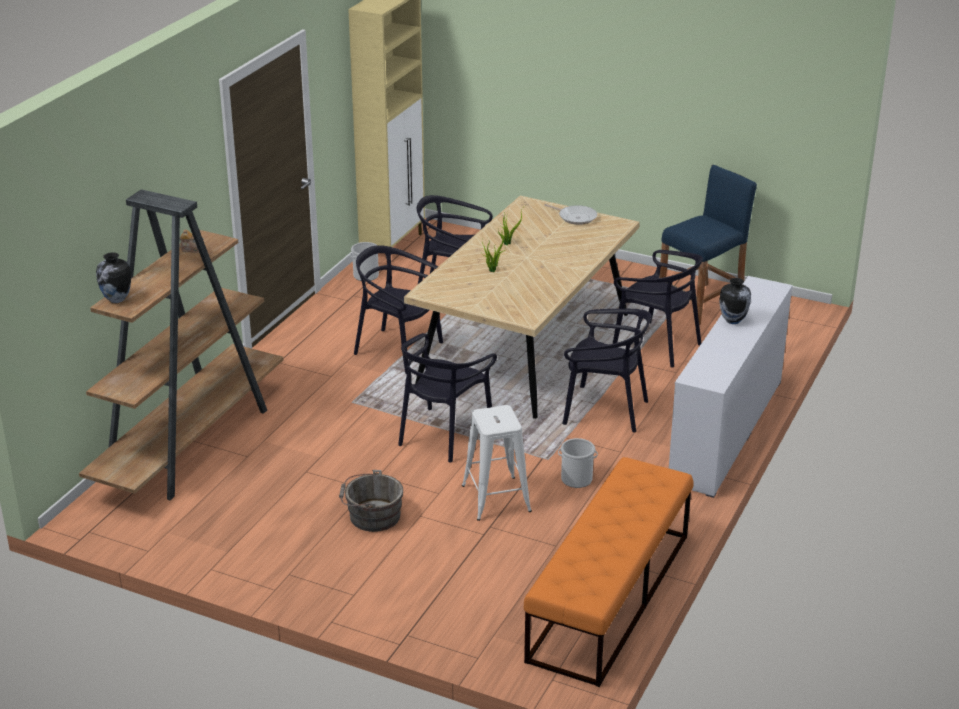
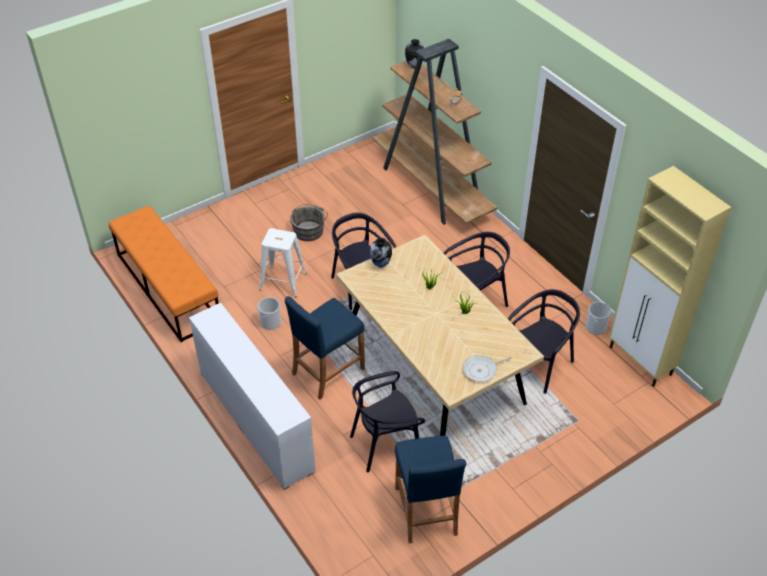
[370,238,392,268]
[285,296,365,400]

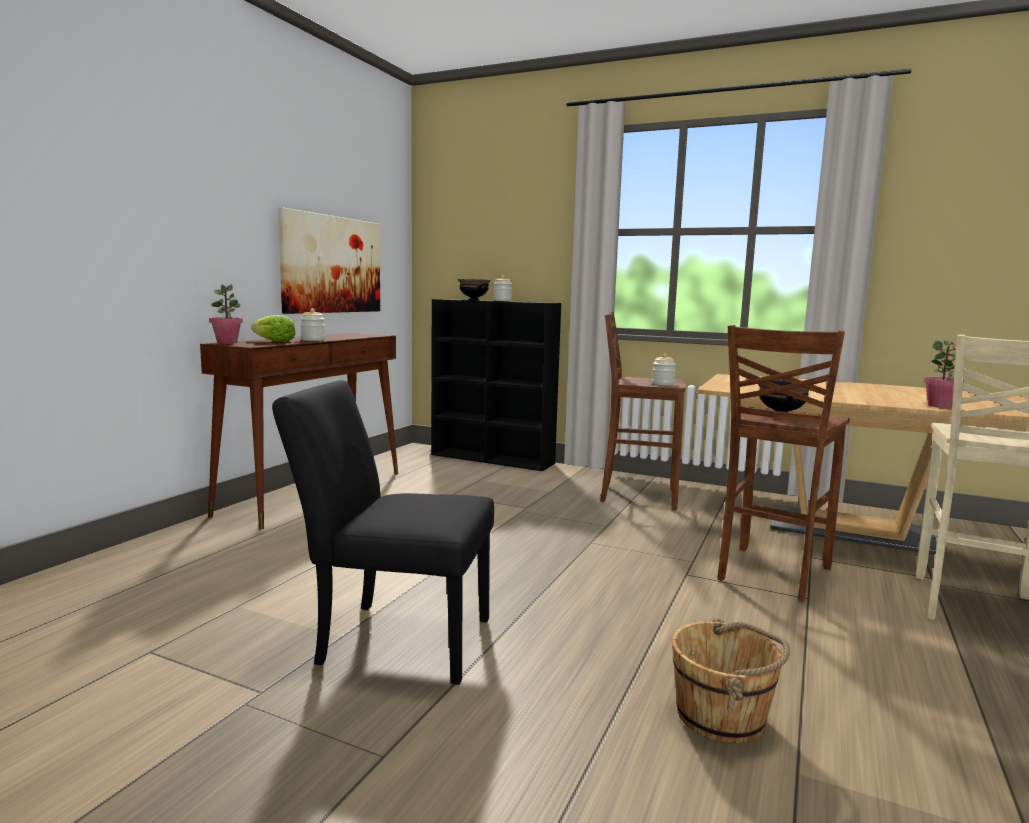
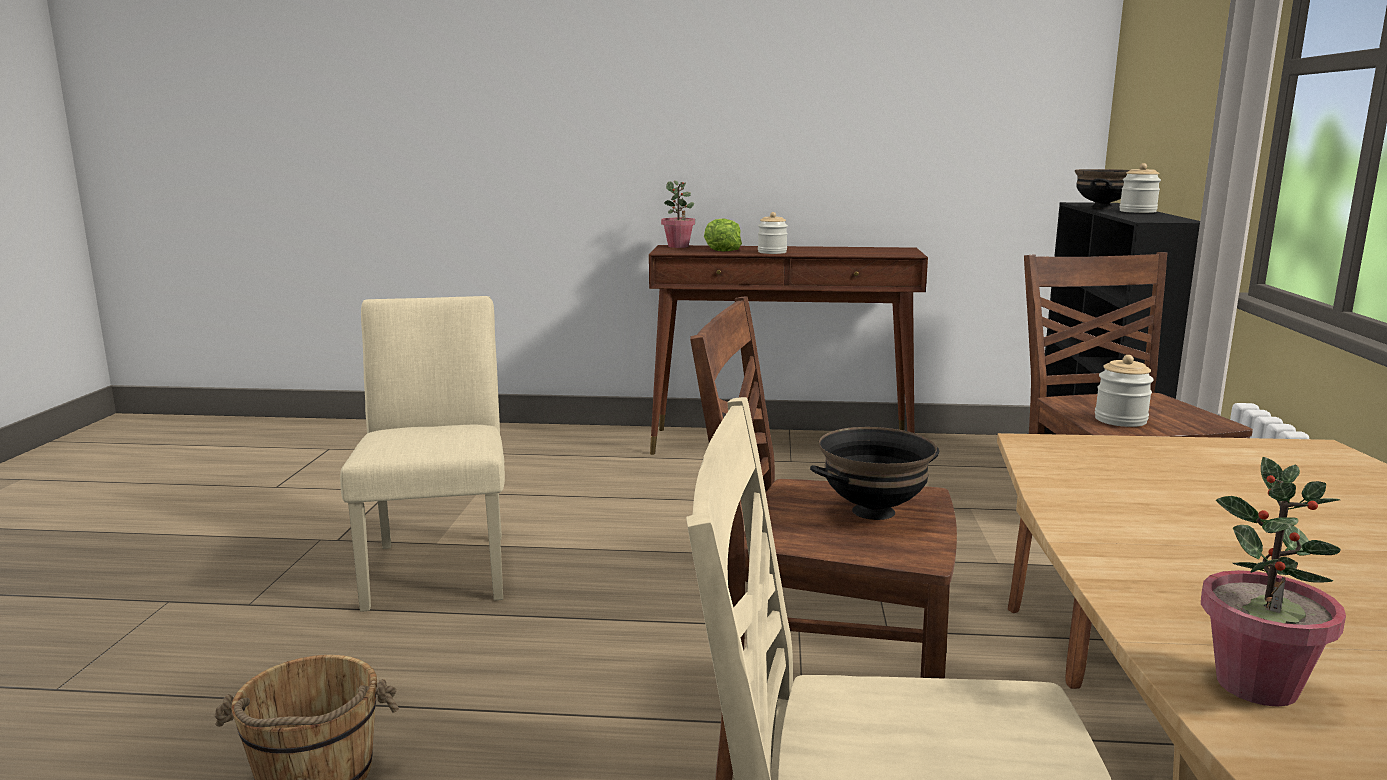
[278,207,380,314] (first image)
[340,296,505,612]

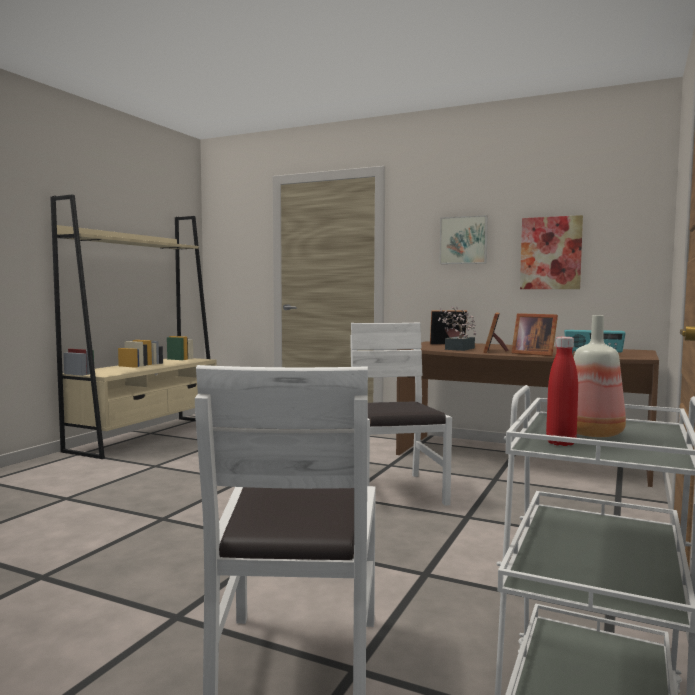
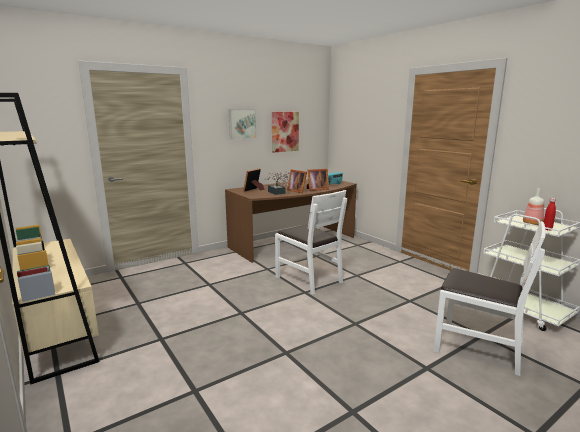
[275,190,347,295]

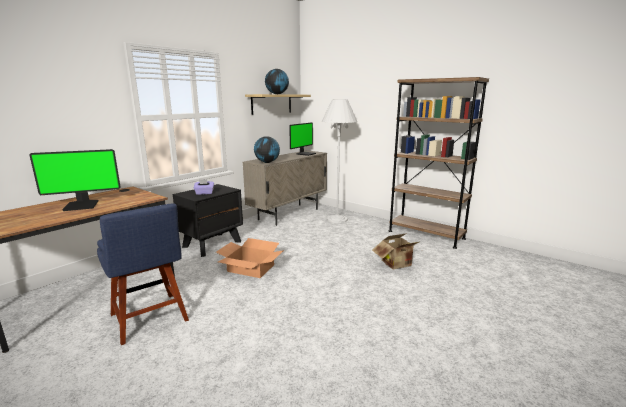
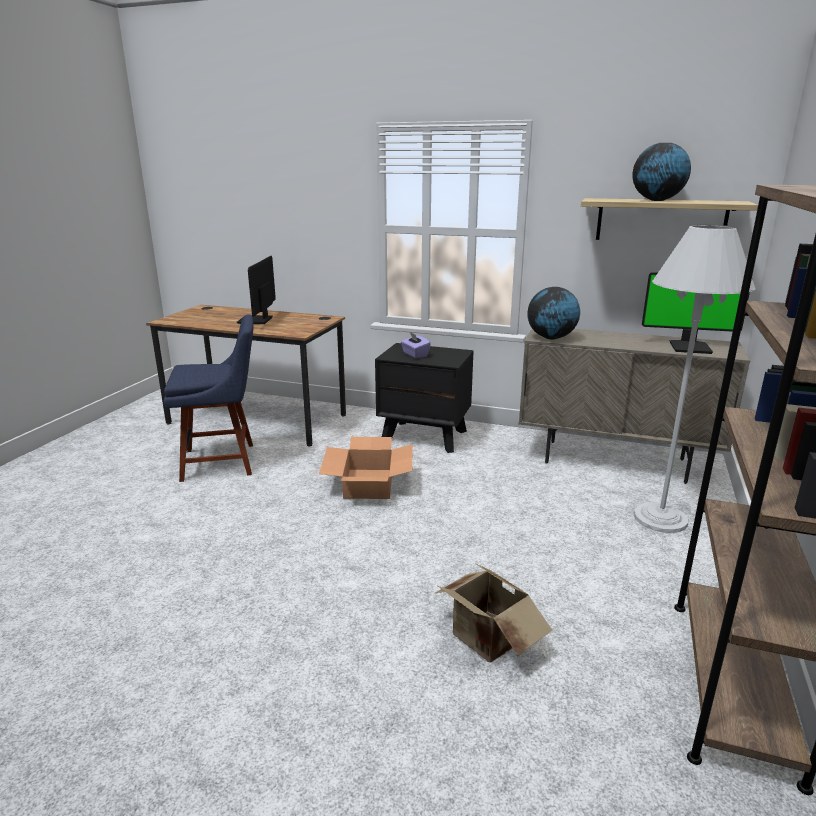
[237,256,276,324]
[164,314,253,482]

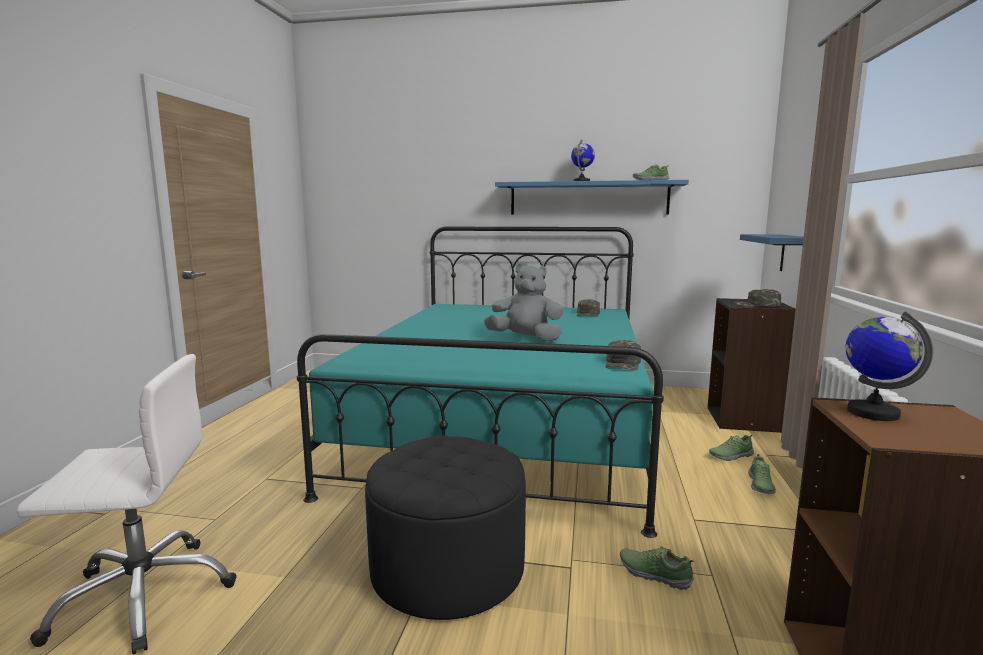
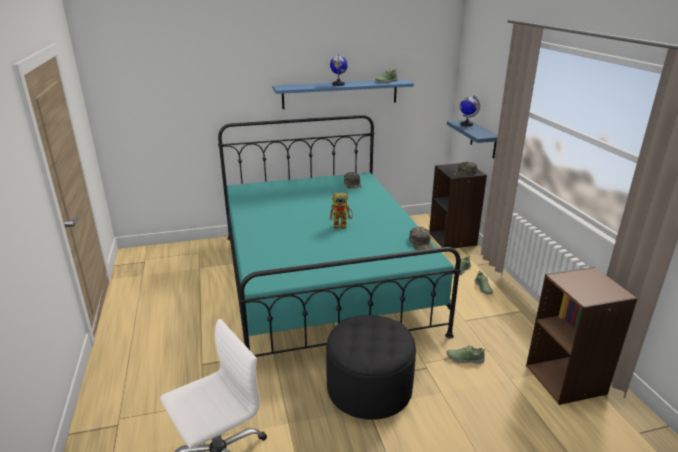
[329,192,353,229]
[460,96,480,127]

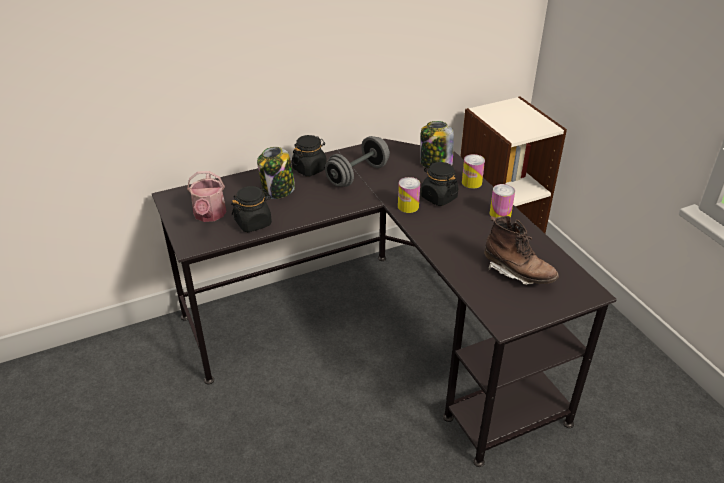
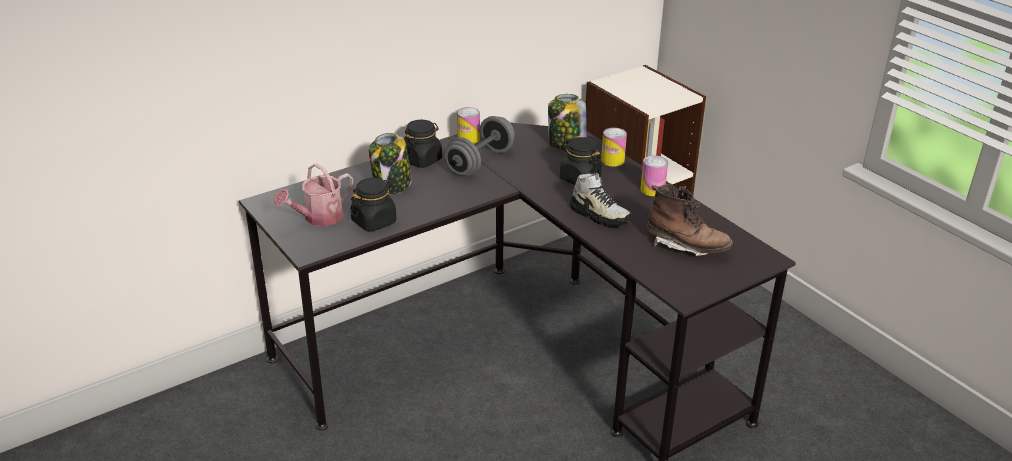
[274,163,354,226]
[457,107,480,144]
[570,172,632,227]

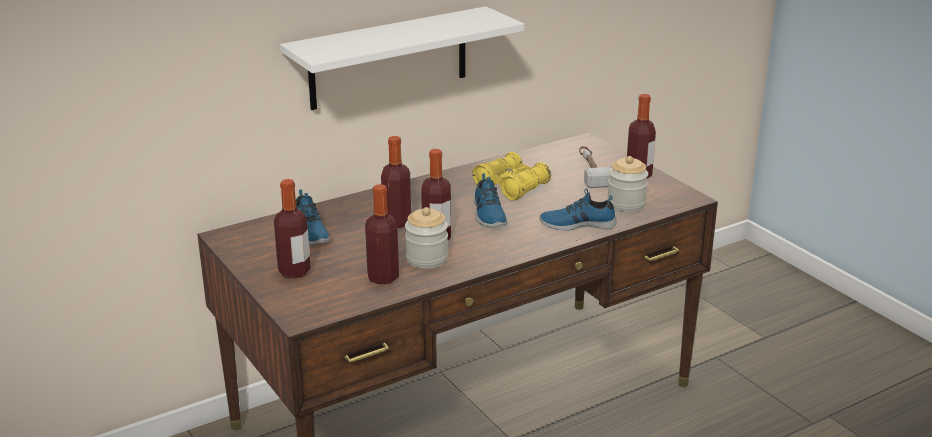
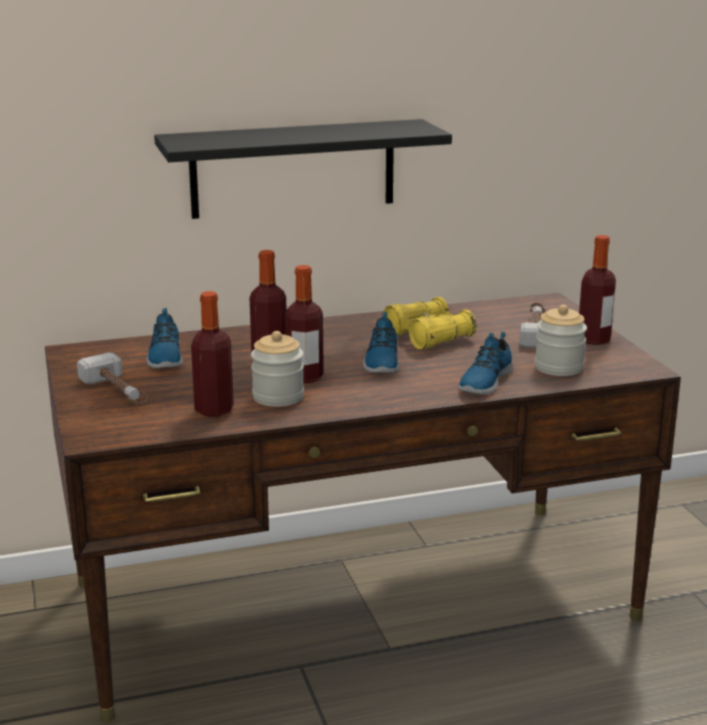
[154,119,452,219]
[77,352,148,406]
[458,332,513,394]

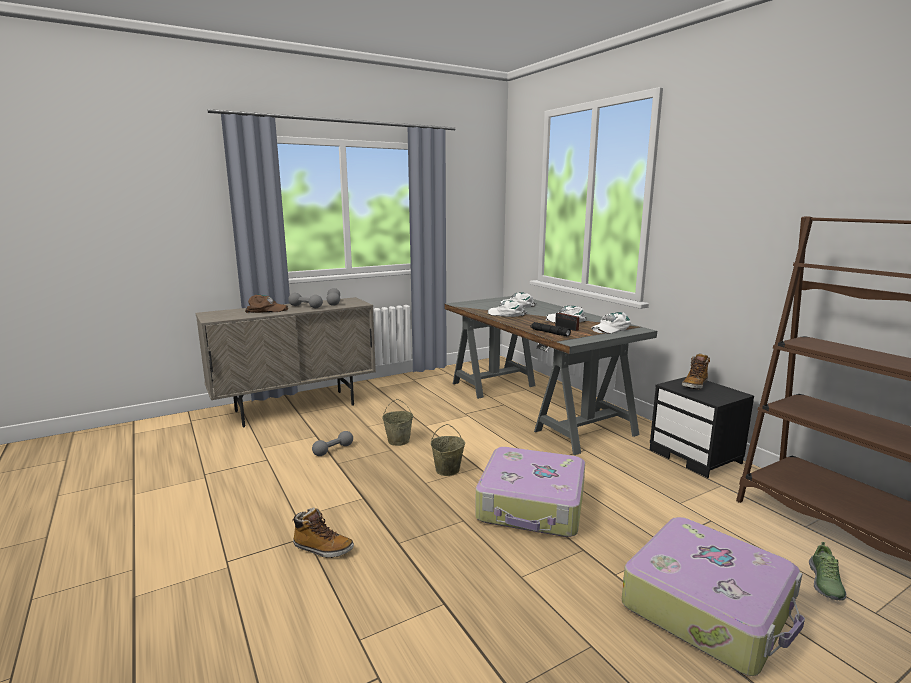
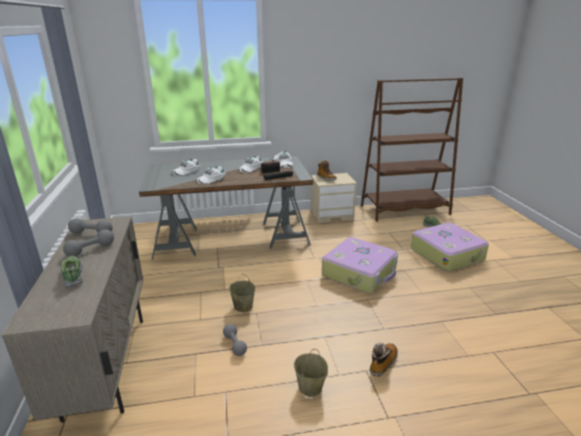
[60,256,83,287]
[311,173,357,223]
[294,349,328,397]

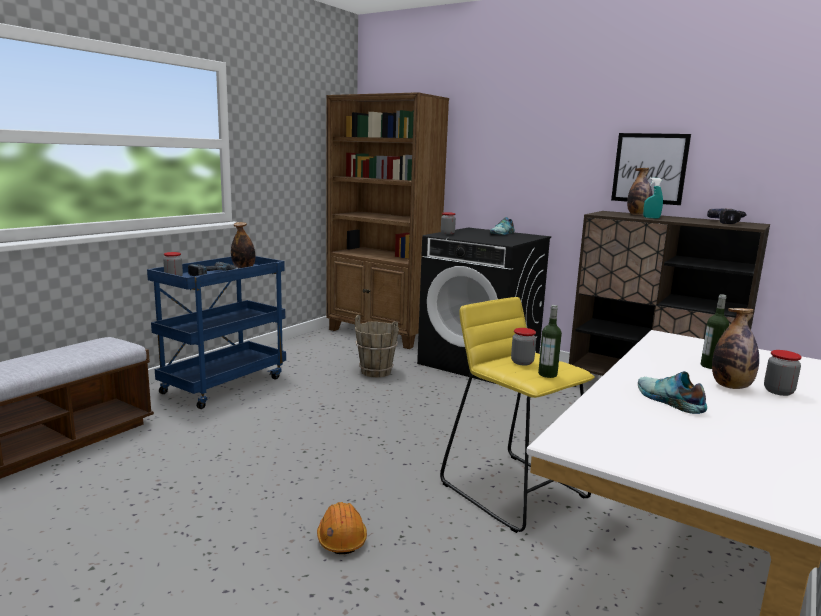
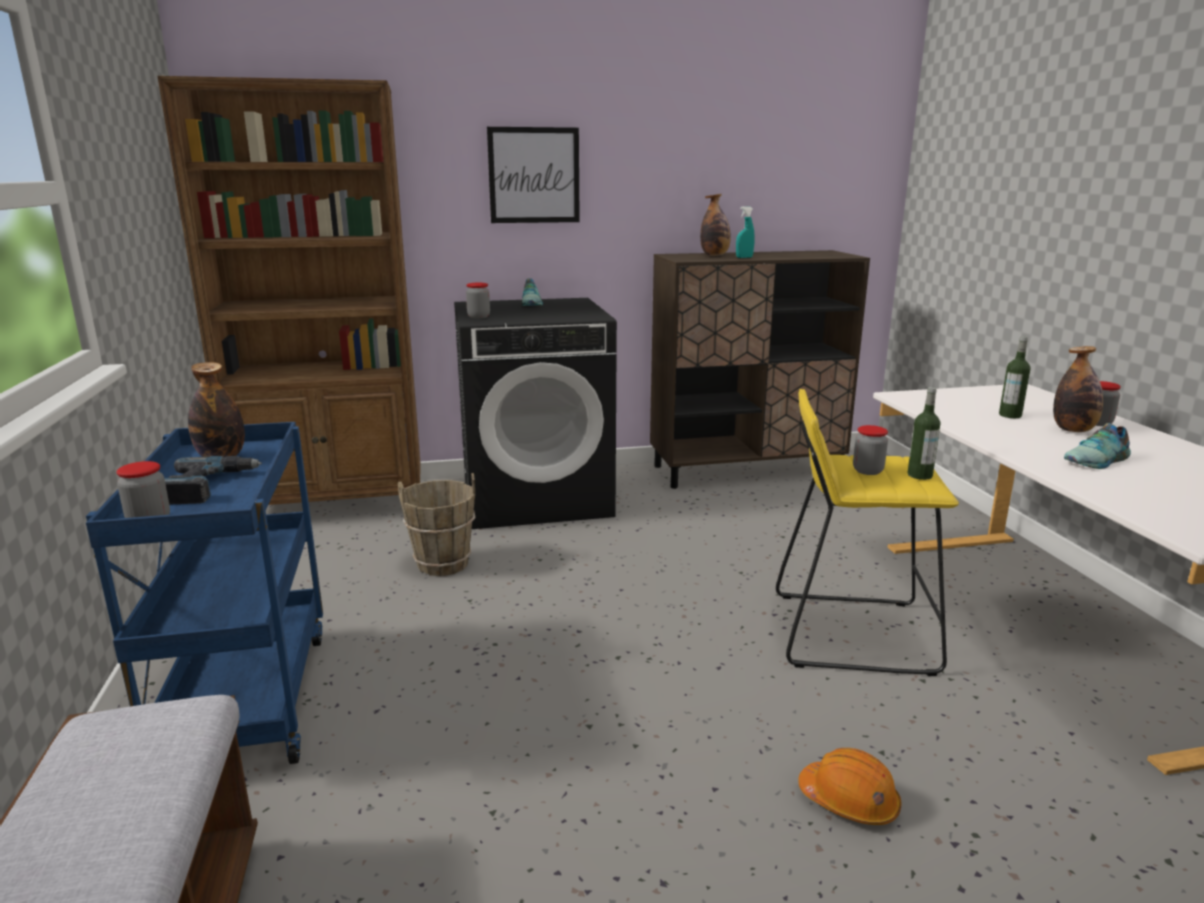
[487,127,580,223]
[707,209,746,224] (first image)
[1064,423,1131,469]

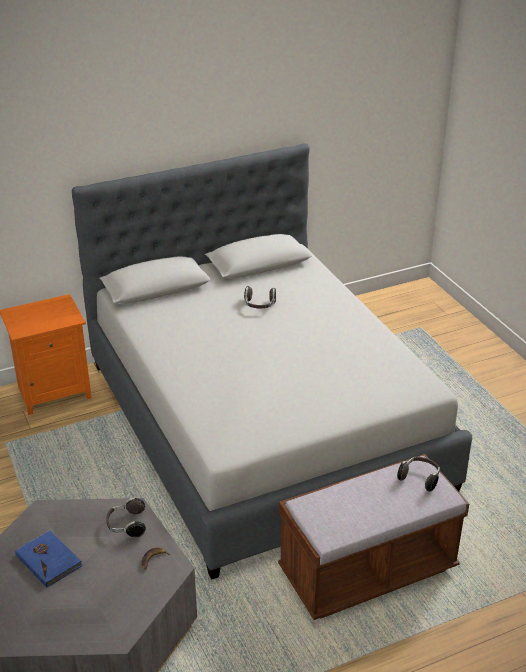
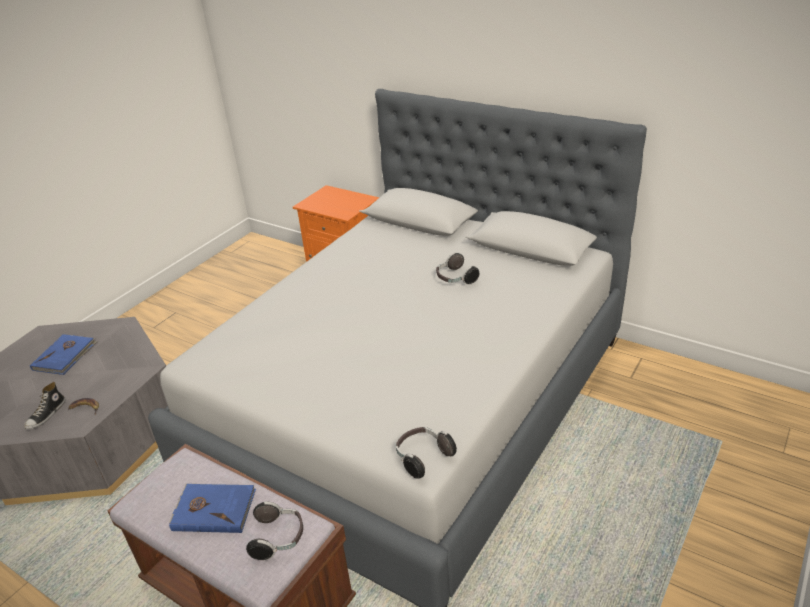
[396,427,457,479]
[24,382,66,430]
[169,484,256,533]

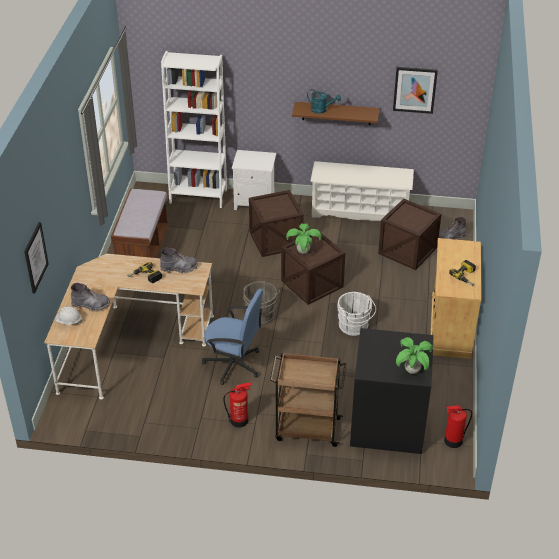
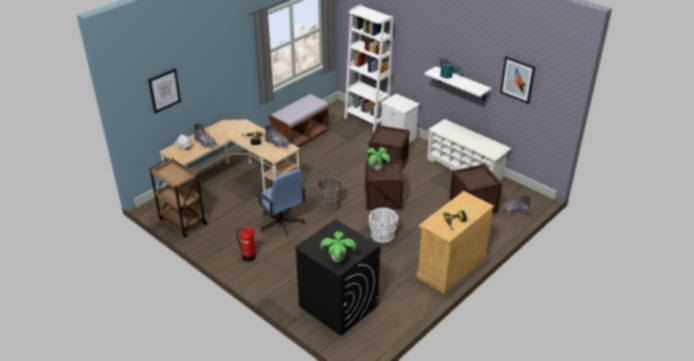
[424,66,491,101]
[149,158,207,237]
[444,405,472,448] (first image)

